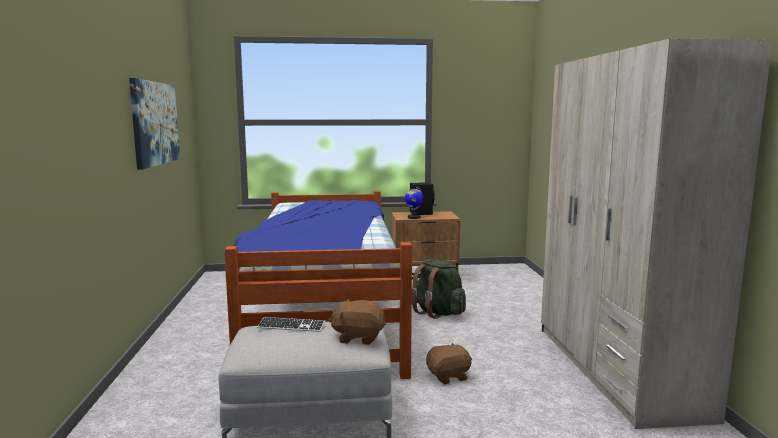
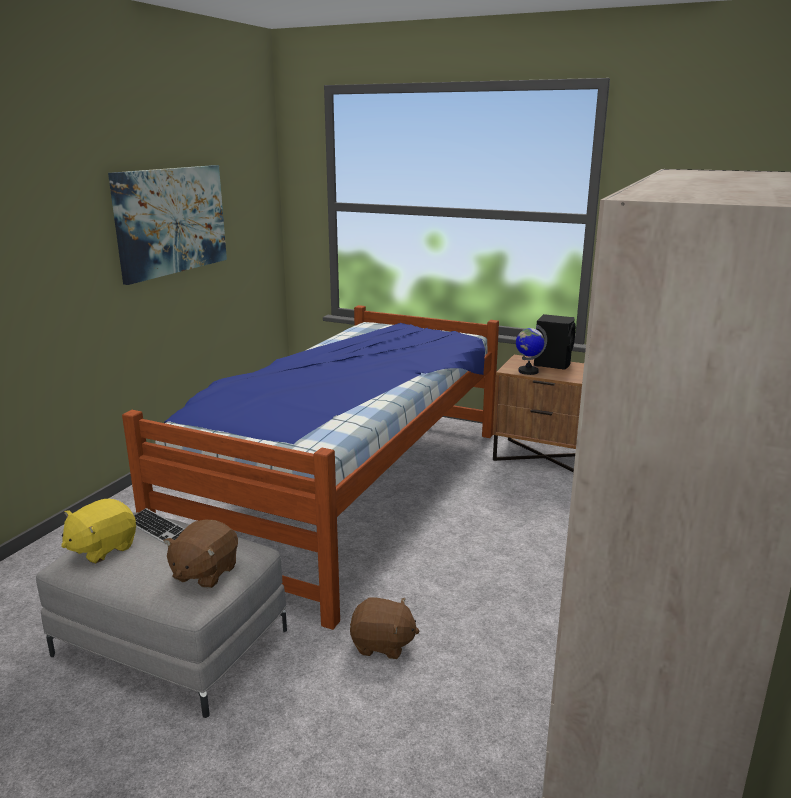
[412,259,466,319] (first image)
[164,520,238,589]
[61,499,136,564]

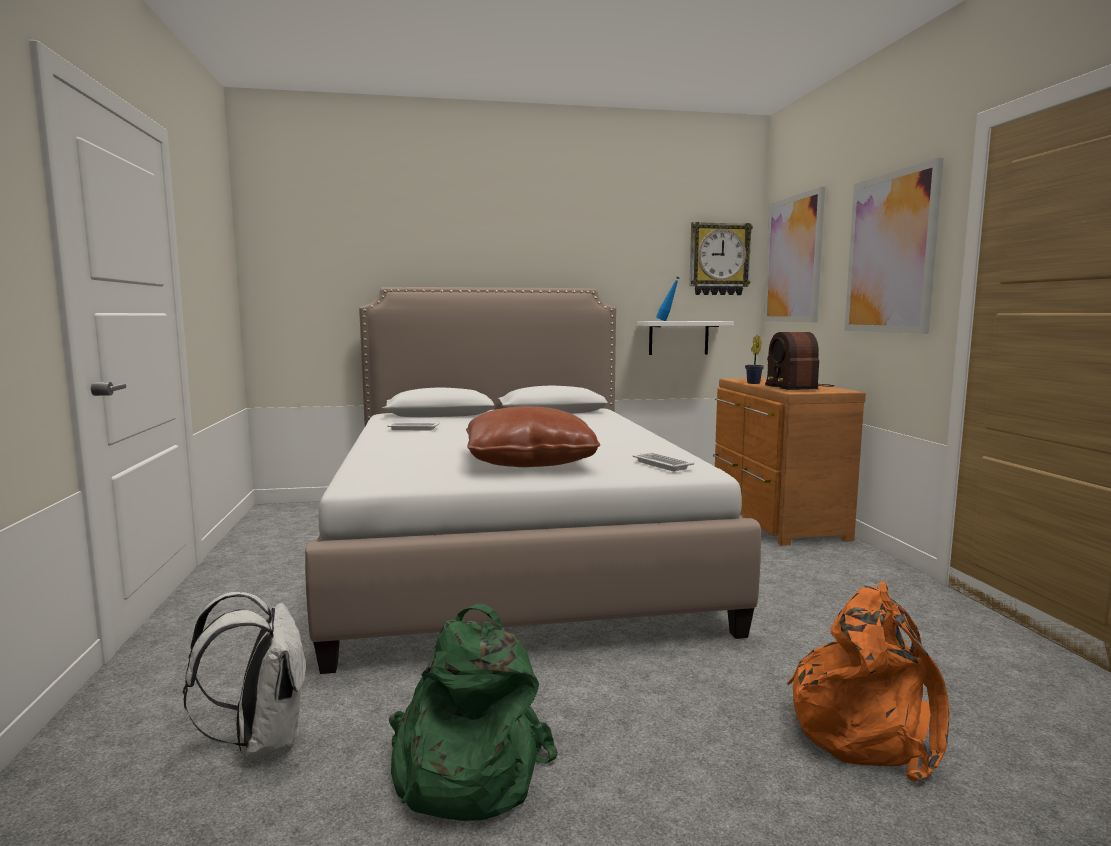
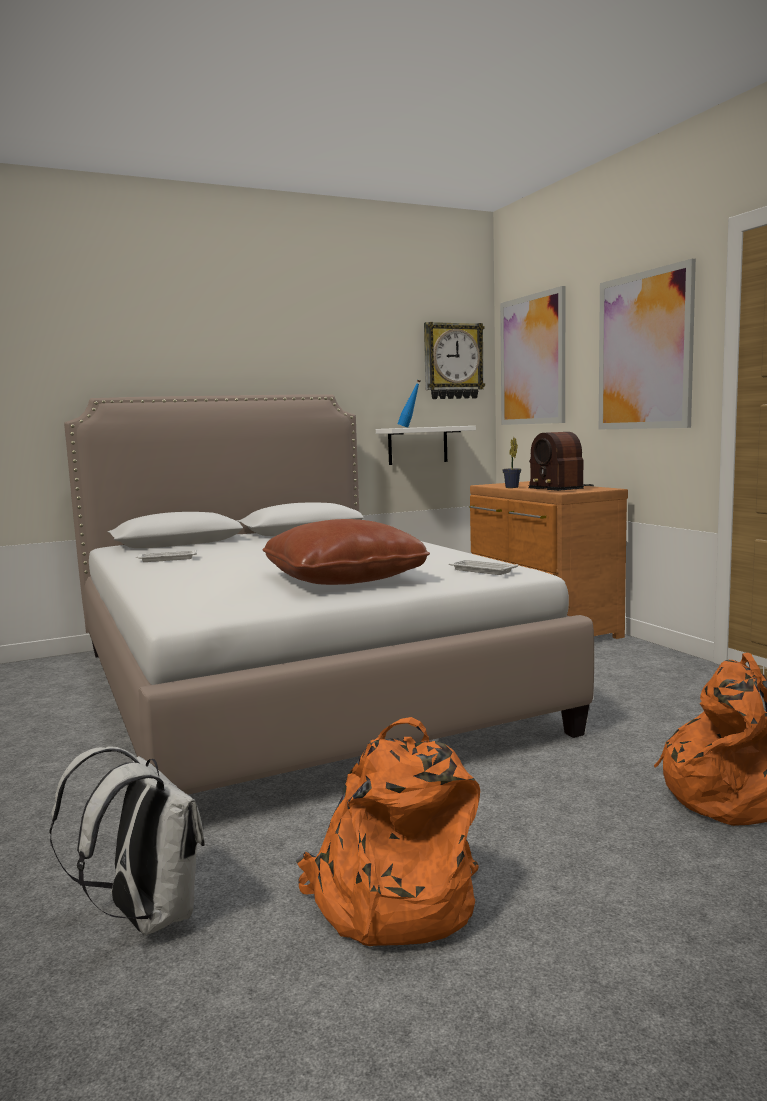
[296,717,480,946]

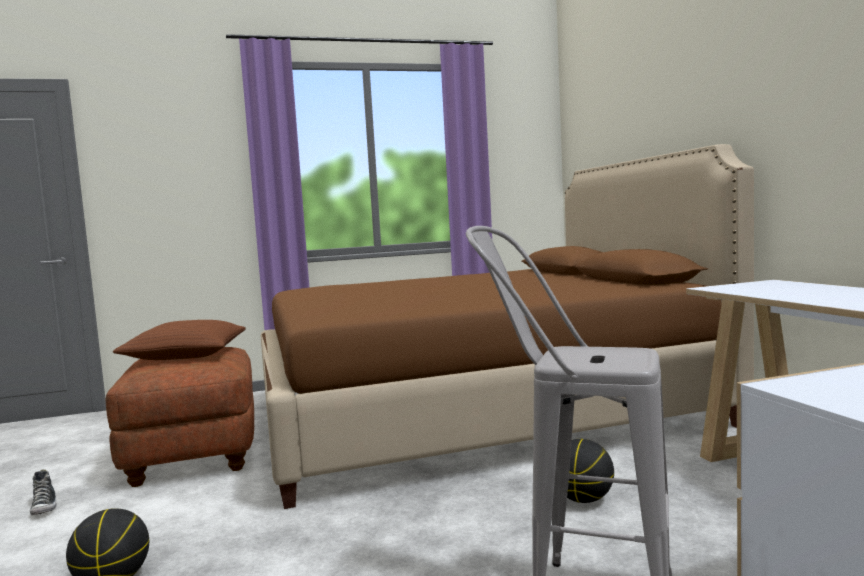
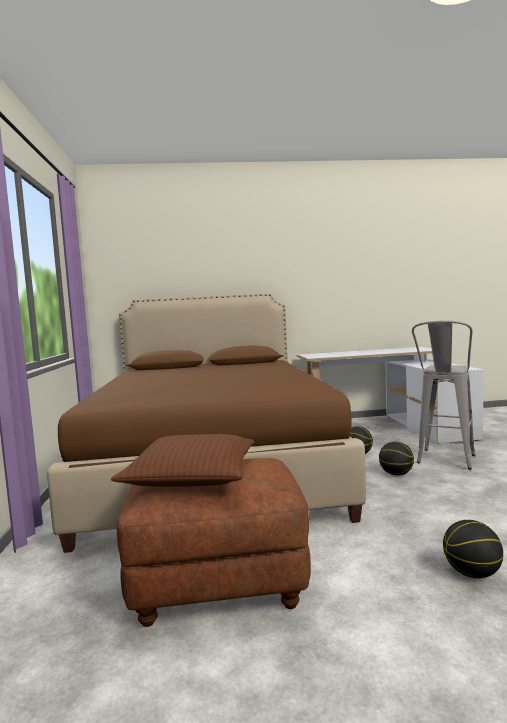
[30,469,56,515] (first image)
[379,441,414,476]

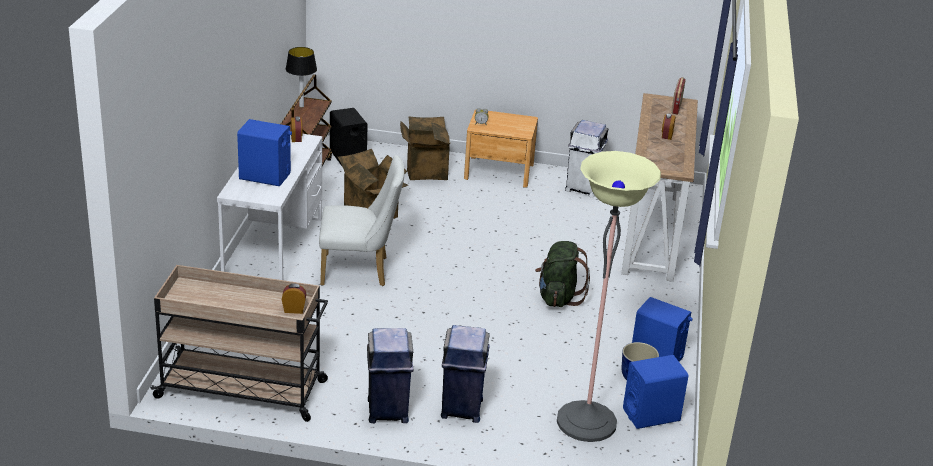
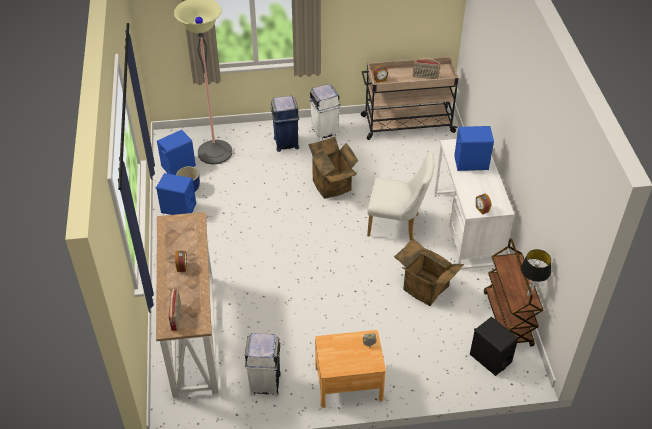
[308,137,358,199]
[367,151,435,241]
[535,241,590,307] (first image)
[309,84,341,141]
[413,58,440,79]

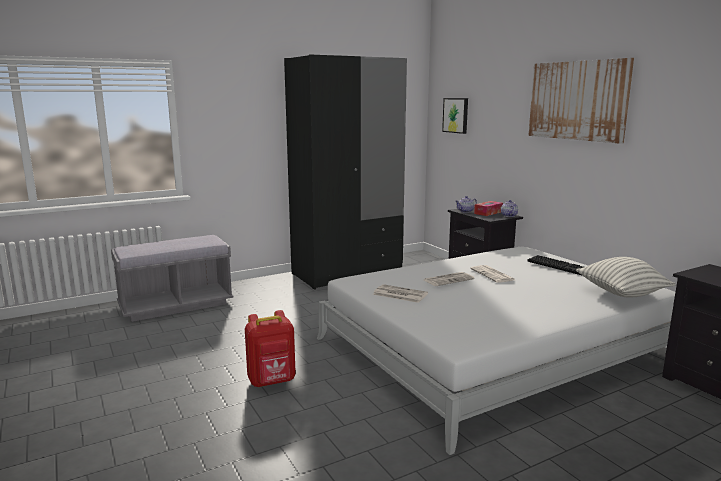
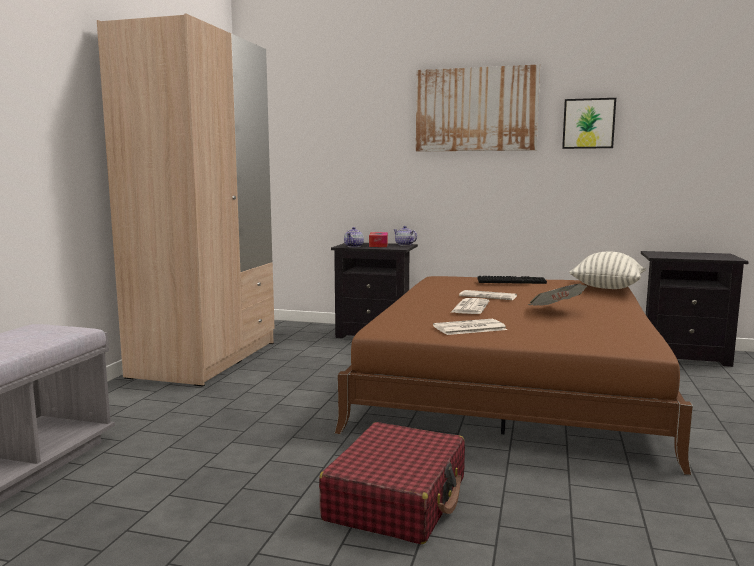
[97,13,275,386]
[562,98,616,149]
[334,276,693,475]
[319,422,465,544]
[528,284,587,306]

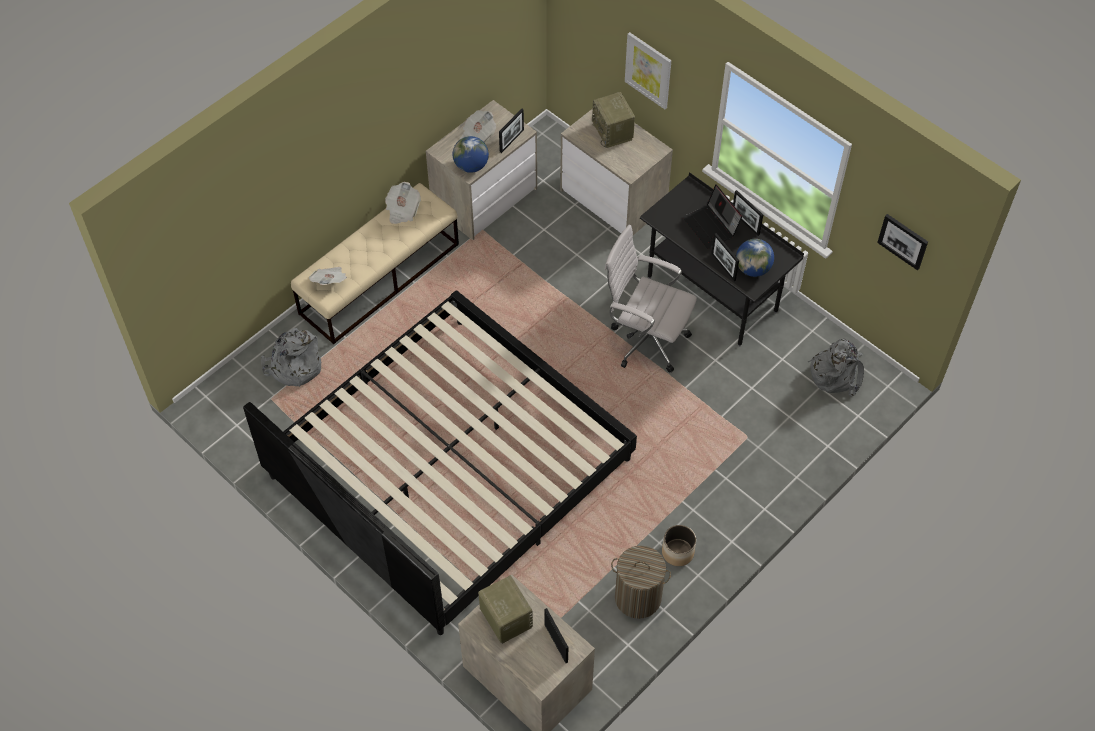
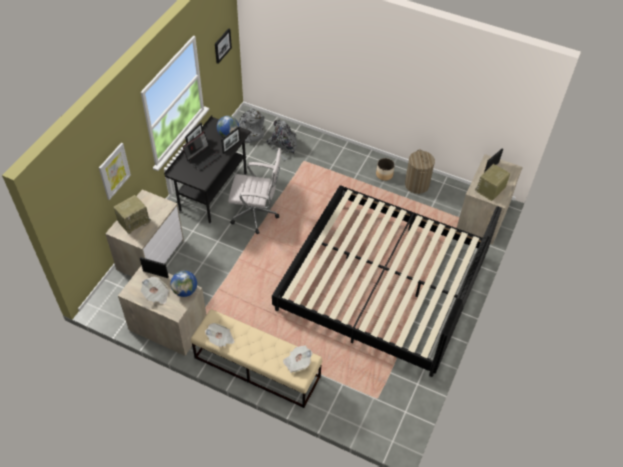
[228,148,281,234]
[267,119,298,160]

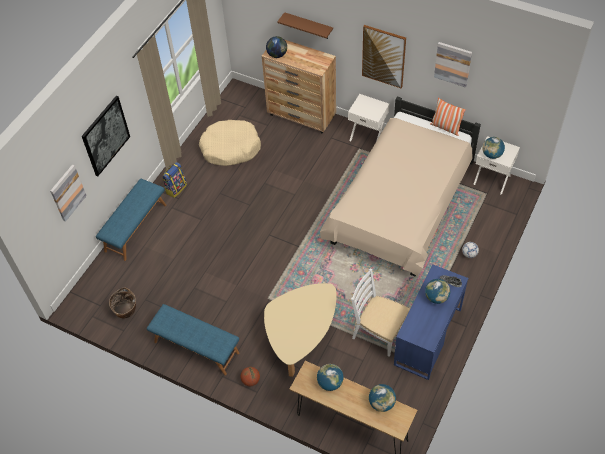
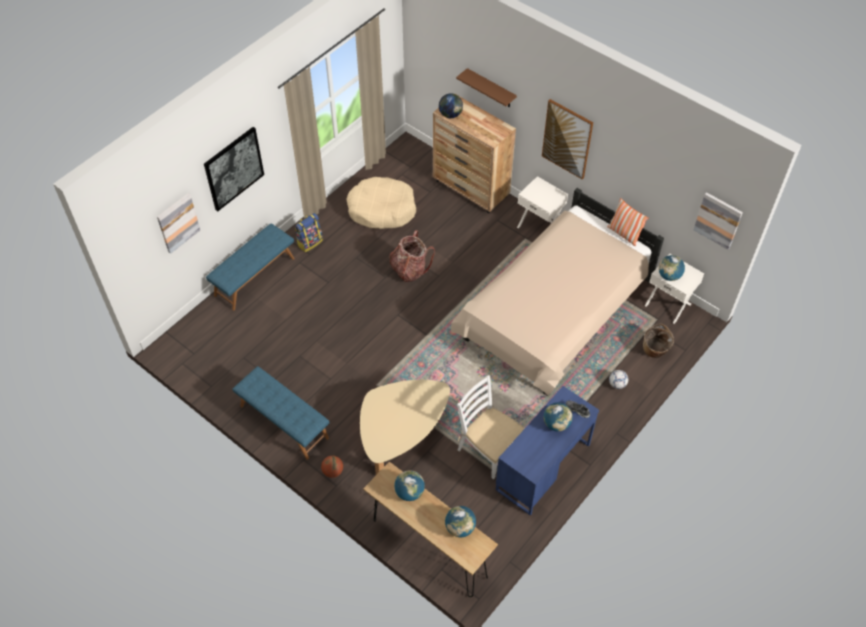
[693,192,743,250]
[643,324,674,358]
[389,230,435,282]

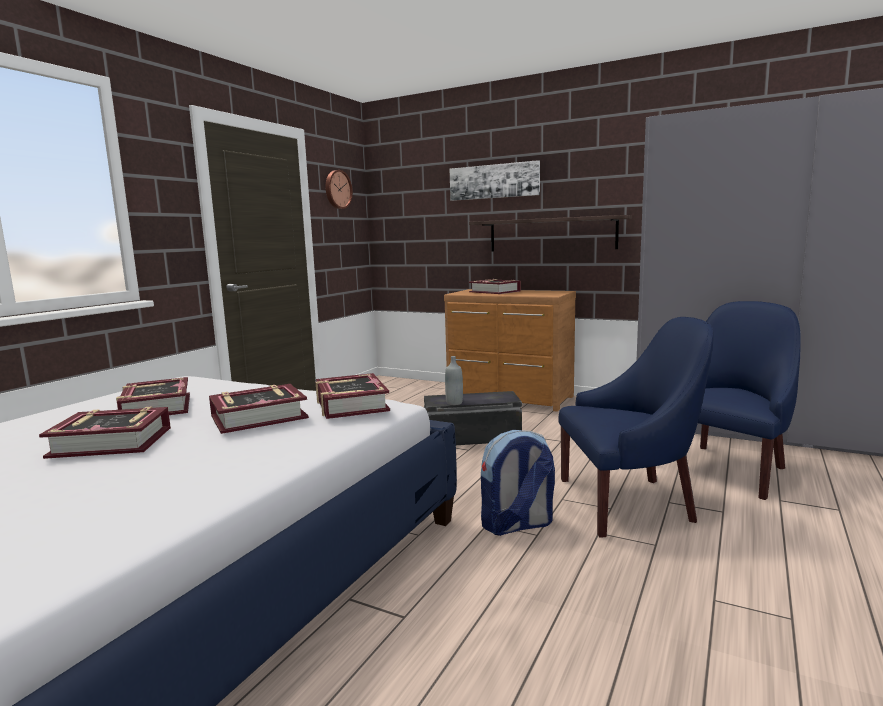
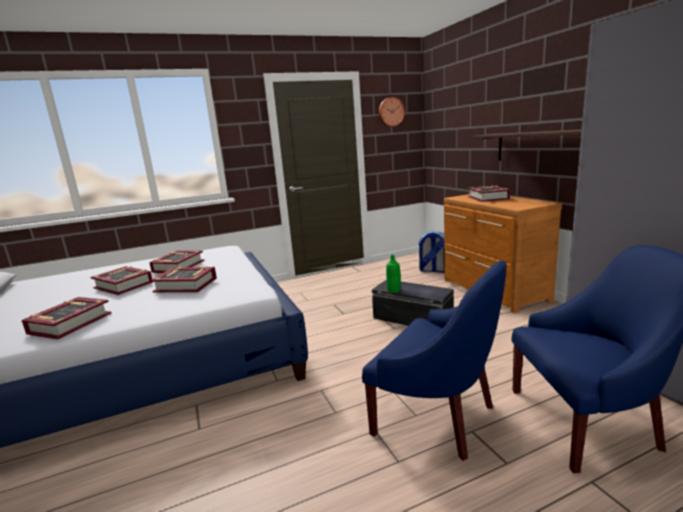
[450,160,540,201] (first image)
[386,255,401,293]
[22,297,112,339]
[418,231,444,273]

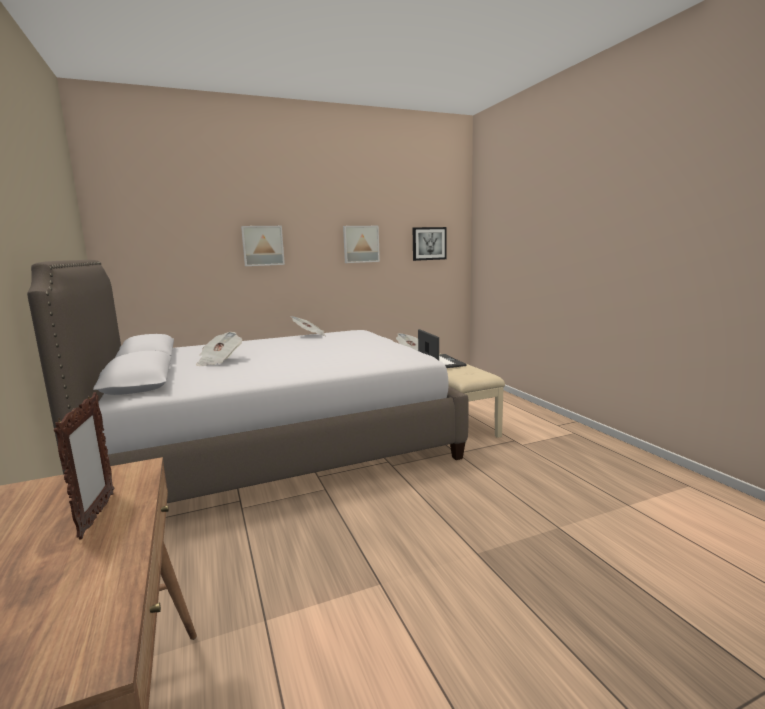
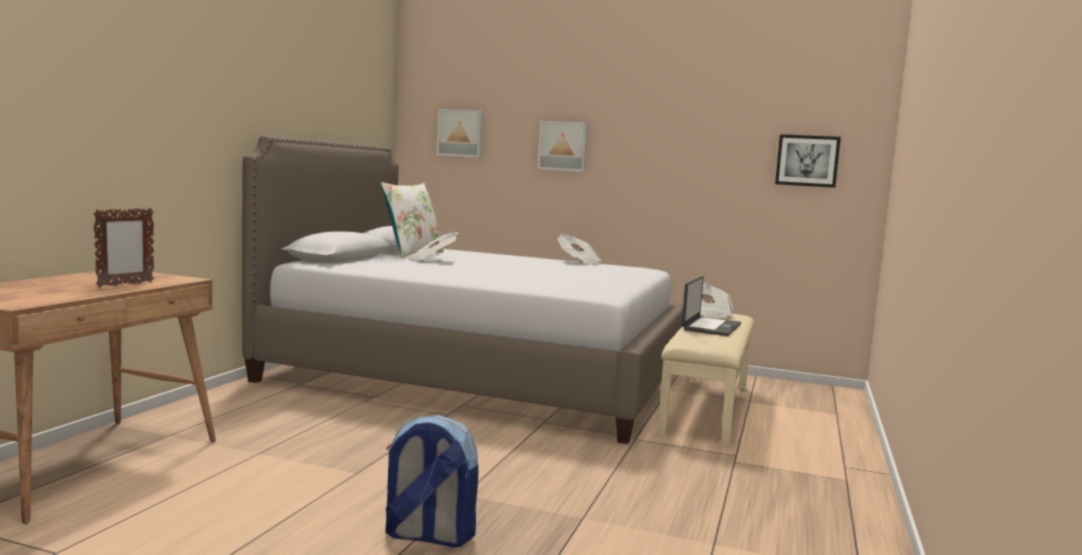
[437,109,483,158]
[381,182,444,258]
[385,415,479,548]

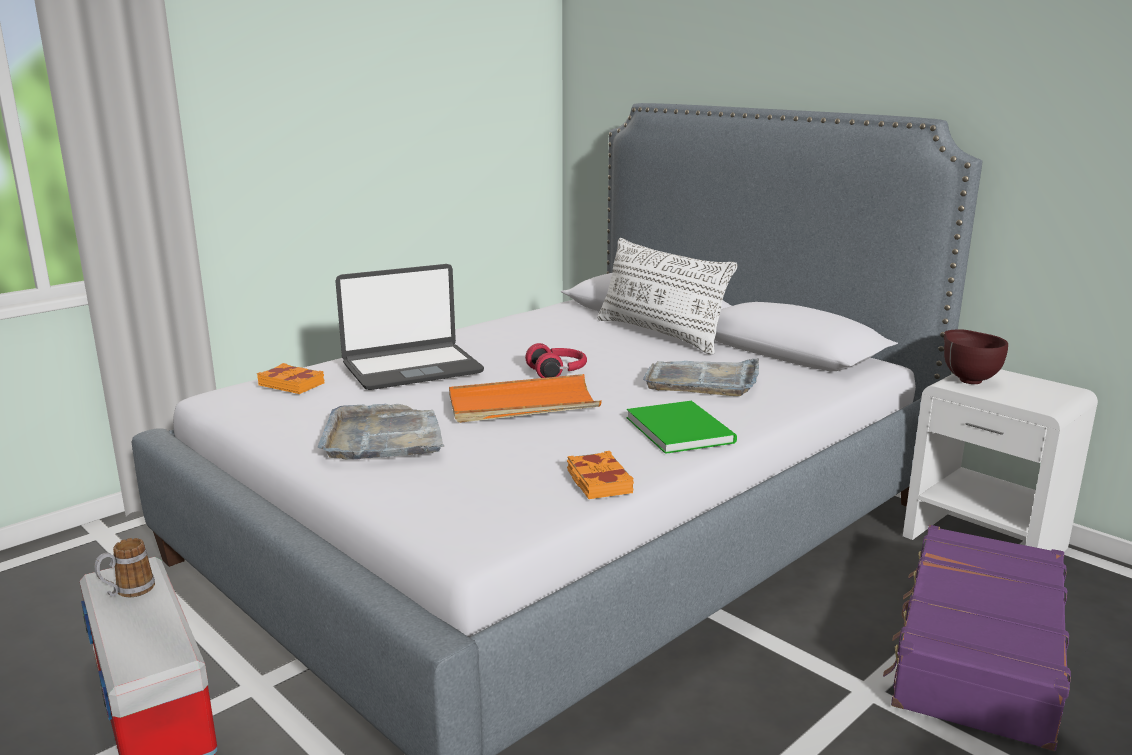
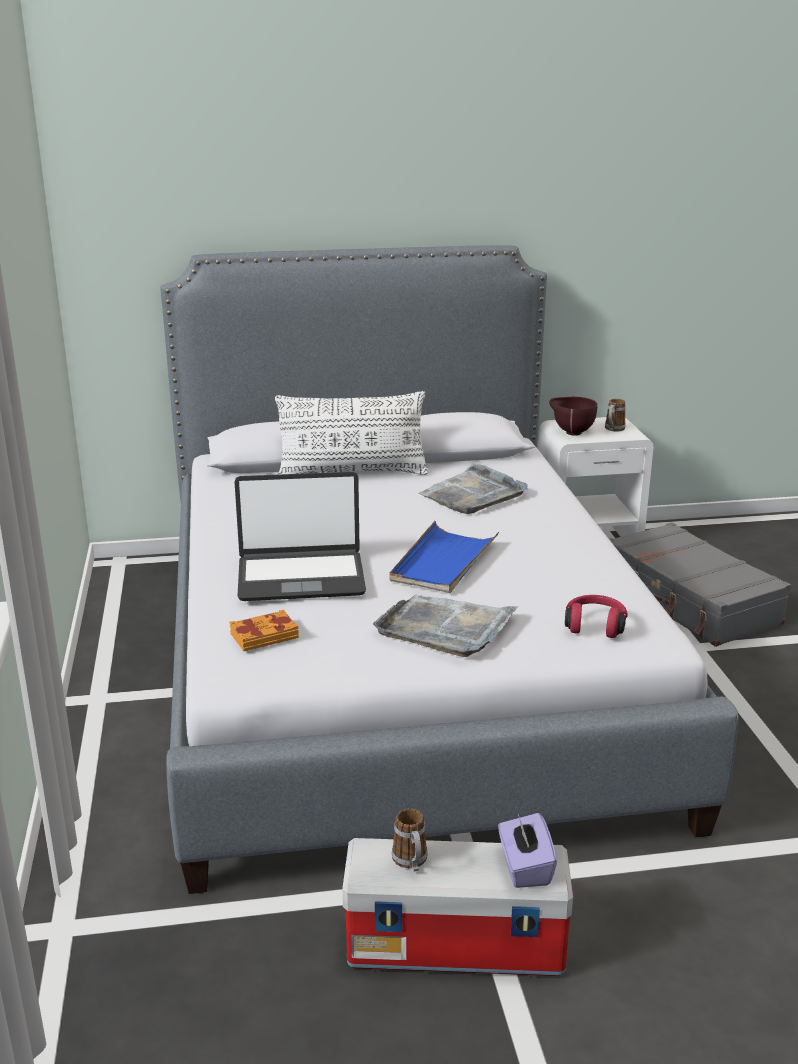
[235,472,366,601]
[565,595,628,638]
[389,521,499,593]
[627,401,737,454] (first image)
[567,451,634,499] (first image)
[609,522,791,647]
[605,399,626,431]
[498,813,557,888]

